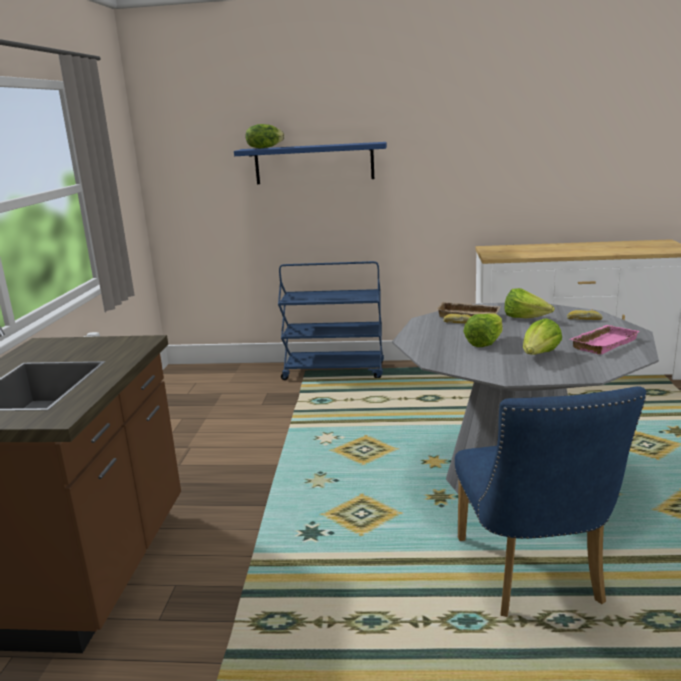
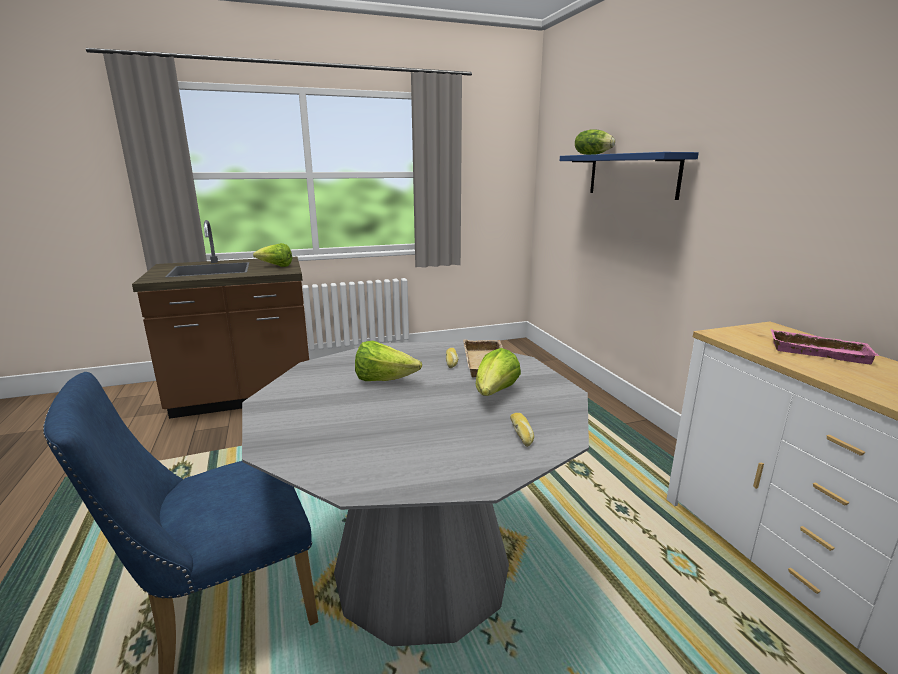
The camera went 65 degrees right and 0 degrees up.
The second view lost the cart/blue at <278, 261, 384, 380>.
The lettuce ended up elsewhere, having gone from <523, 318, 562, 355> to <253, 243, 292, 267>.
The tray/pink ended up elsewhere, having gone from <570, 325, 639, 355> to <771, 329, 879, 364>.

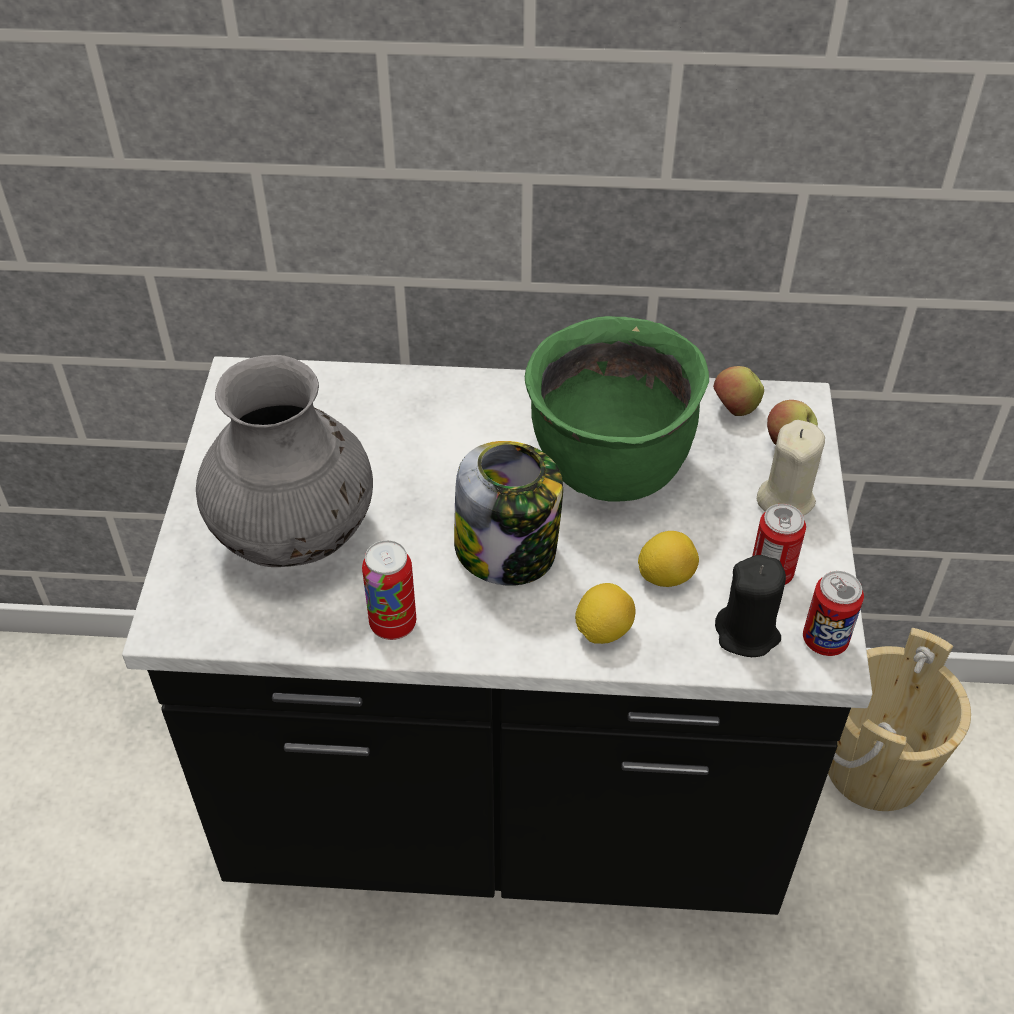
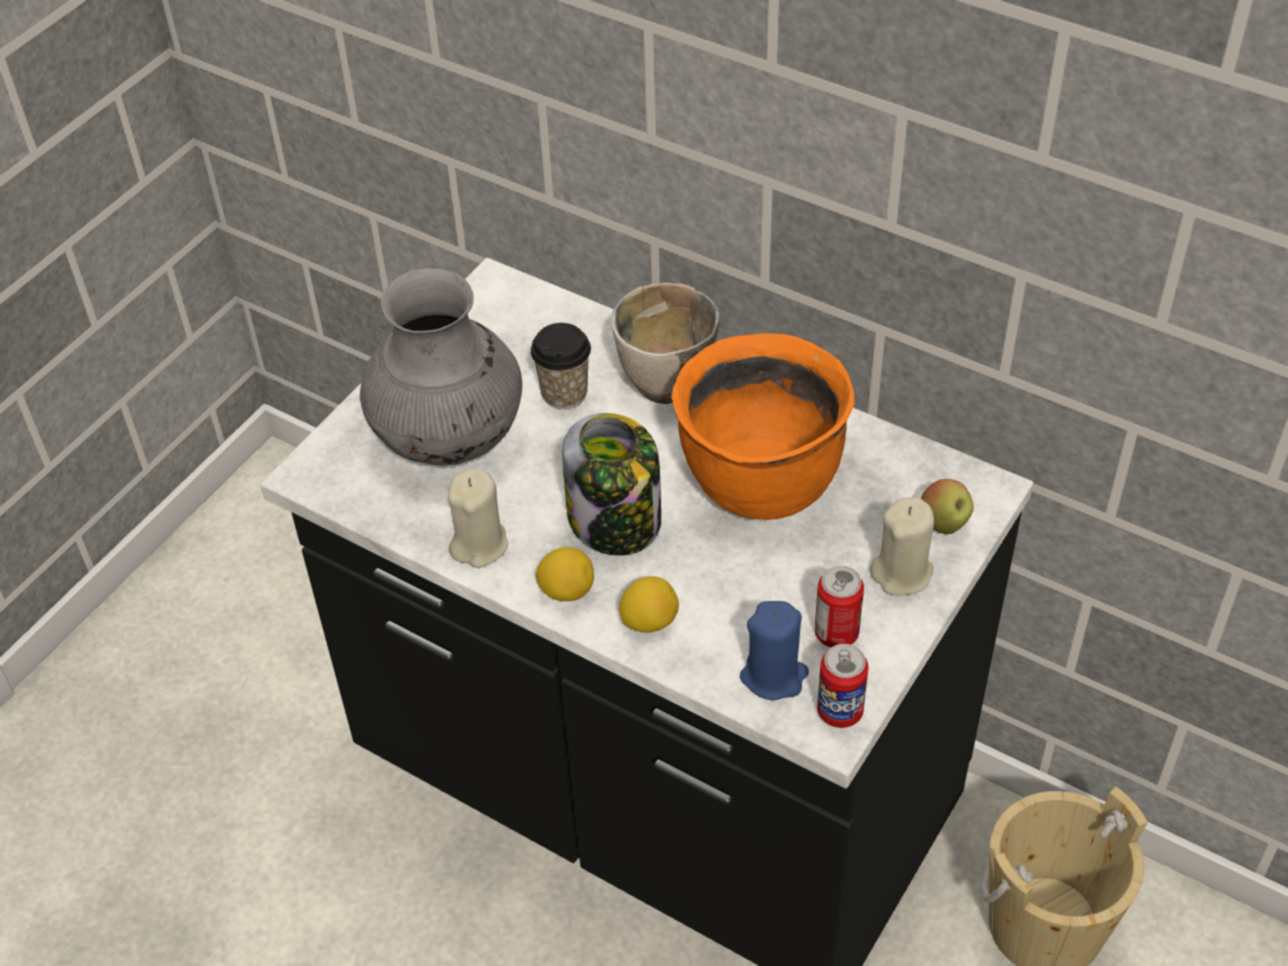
The camera went 30 degrees right and 0 degrees up.
What was the cooking pot/green at <525, 316, 709, 502> turned into the cooking pot/orange at <671, 333, 855, 520>.
The second view lost the apple at <713, 366, 764, 416>.
The lemon ended up elsewhere, having gone from <638, 531, 699, 587> to <536, 547, 594, 601>.
Where the can stood at <362, 540, 416, 640>, the candle/beige came to stand at <448, 468, 508, 568>.
What was the candle/black at <715, 555, 786, 657> turned into the candle/blue at <740, 601, 809, 701>.
The second view gained the bowl at <612, 282, 720, 404>.
The second view gained the cup at <531, 323, 591, 409>.

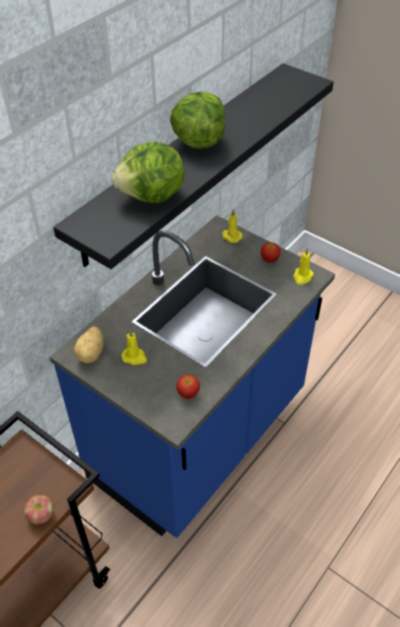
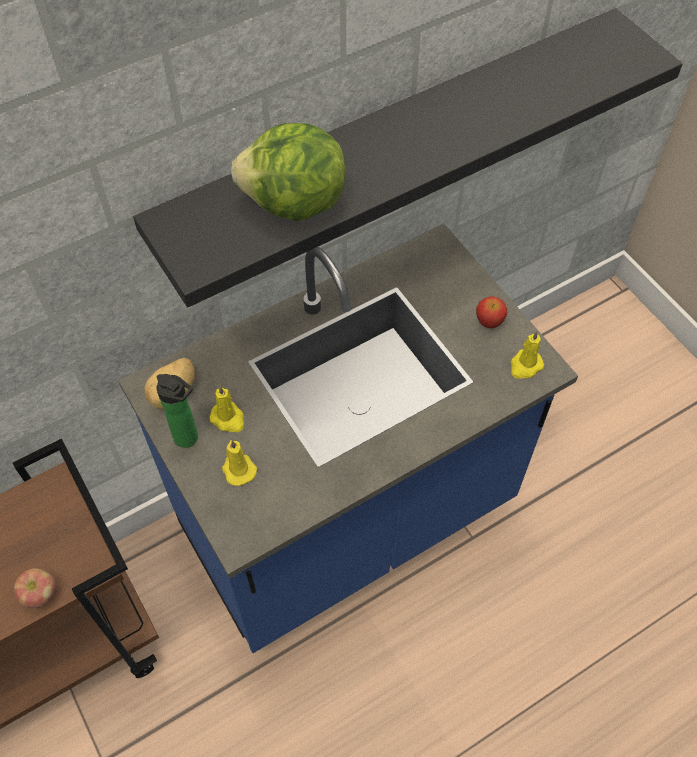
The camera went 20 degrees right and 10 degrees up.
The second view lost the lettuce at <170, 92, 225, 149>.
The candle/yellow ended up elsewhere, having gone from <222, 209, 242, 243> to <222, 440, 257, 486>.
The second view lost the apple at <176, 375, 200, 399>.
The second view gained the bottle at <156, 374, 198, 448>.

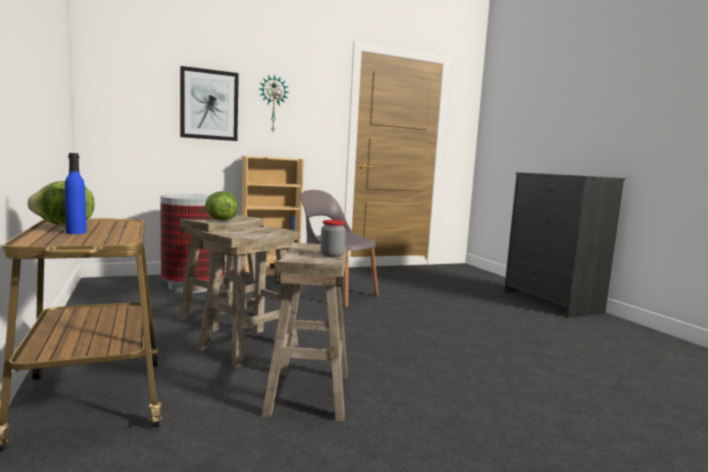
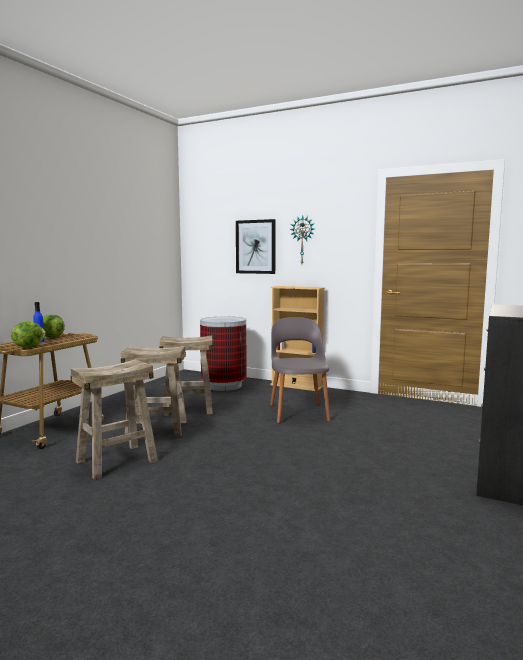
The camera went 50 degrees right and 0 degrees up.
The lettuce ended up elsewhere, having gone from <205, 191, 238, 220> to <11, 322, 46, 348>.
The second view lost the jar at <320, 220, 346, 258>.

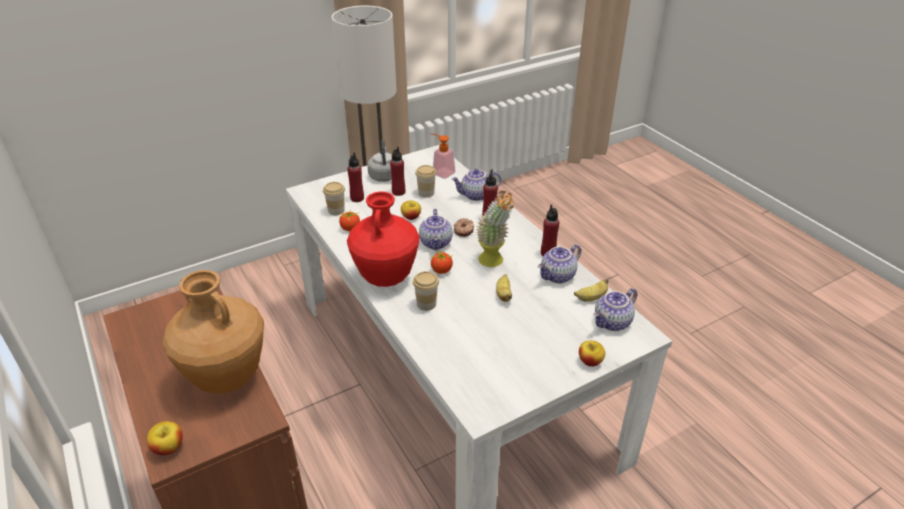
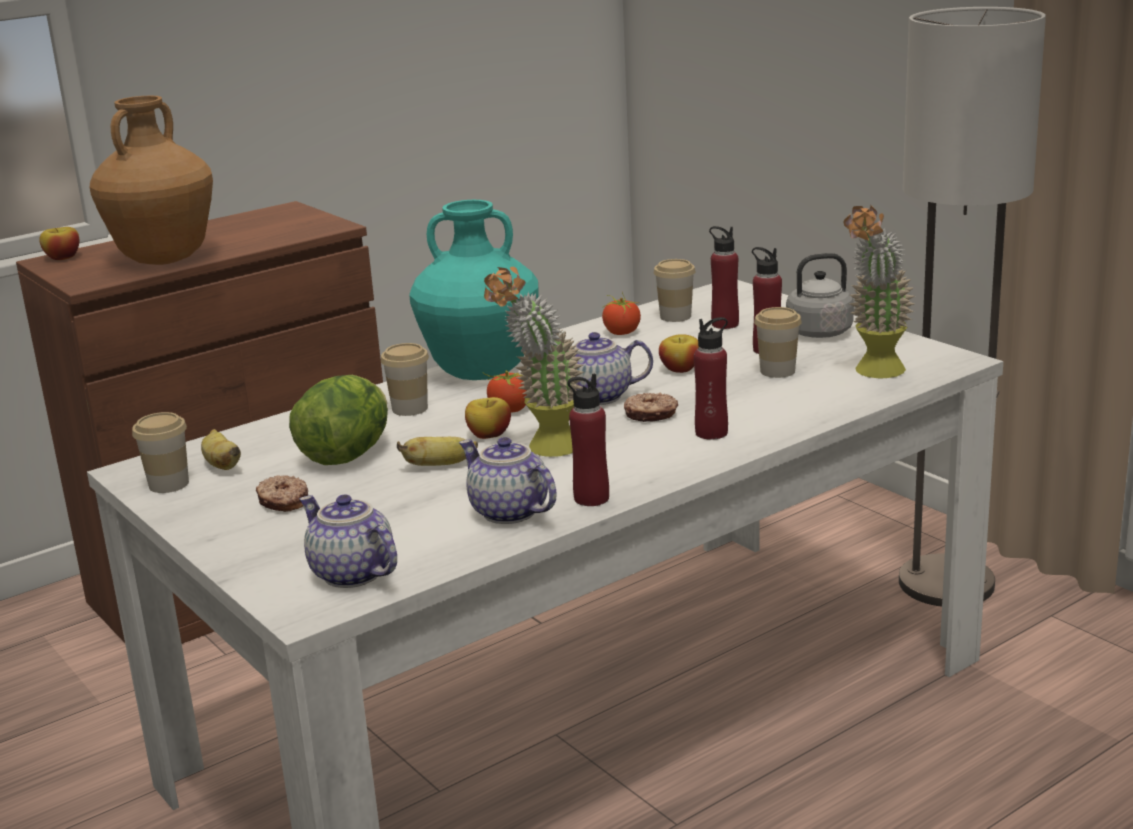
The camera went 85 degrees right and 15 degrees down.
Where the soap dispenser stood at <430, 133, 456, 179>, the potted plant came to stand at <844, 204, 915, 378>.
The second view lost the teapot at <451, 169, 501, 201>.
What was the vase/red at <347, 191, 420, 287> turned into the vase/turquoise at <409, 200, 538, 380>.
The banana ended up elsewhere, having gone from <574, 279, 609, 302> to <201, 429, 241, 470>.
The apple ended up elsewhere, having gone from <579, 341, 605, 367> to <465, 397, 511, 439>.
The second view gained the lettuce at <289, 375, 388, 465>.
The second view gained the cup at <132, 412, 189, 493>.
The second view gained the donut at <256, 475, 308, 512>.

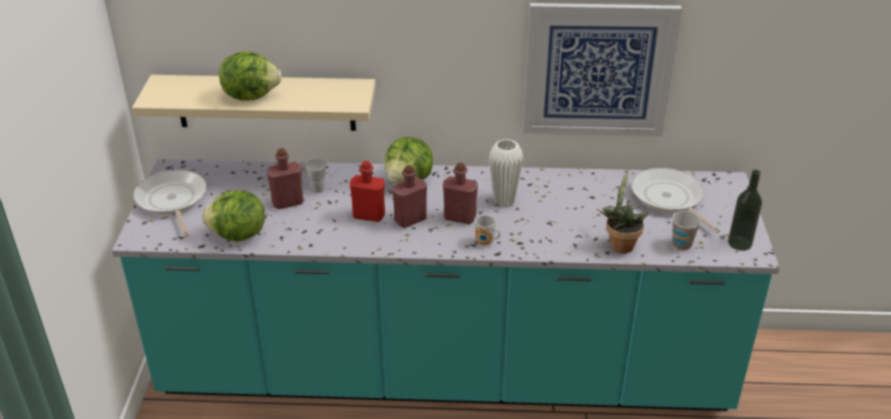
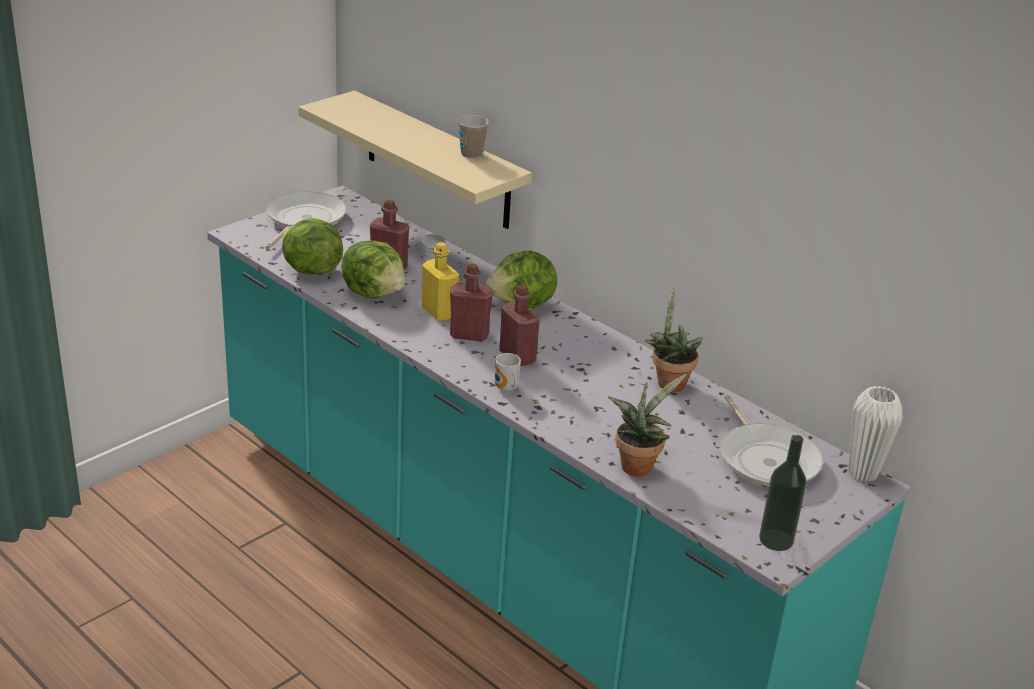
The camera went 40 degrees right and 5 degrees down.
The second view lost the picture at <523, 3, 682, 137>.
The lettuce ended up elsewhere, having gone from <219, 51, 282, 101> to <341, 240, 405, 298>.
The vase/white ended up elsewhere, having gone from <489, 139, 523, 207> to <848, 386, 902, 482>.
What was the bottle/red at <350, 161, 385, 222> turned into the bottle/yellow at <422, 242, 459, 321>.
The frying pan at <631, 168, 720, 233> ended up facing another way, 150 degrees clockwise from before.
The cup ended up elsewhere, having gone from <672, 211, 701, 250> to <458, 115, 489, 159>.
The second view gained the potted plant at <645, 288, 703, 392>.

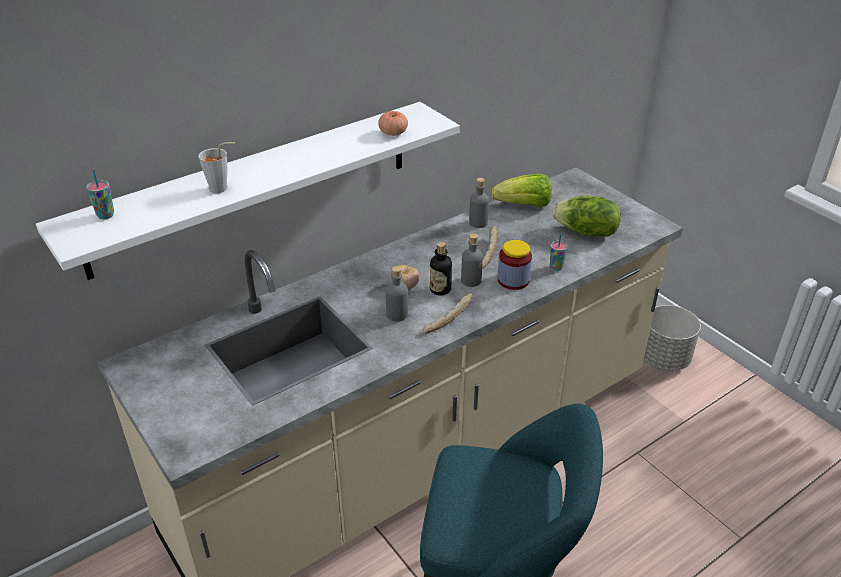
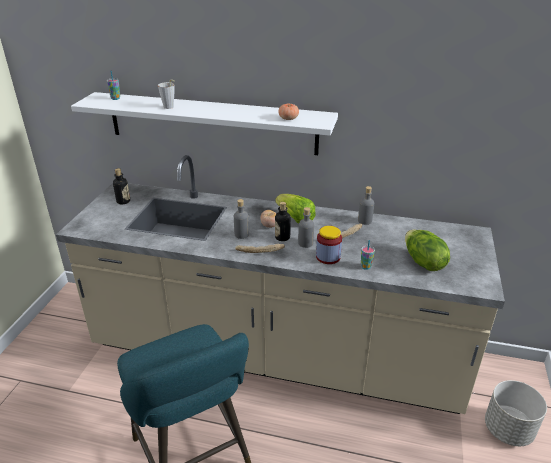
The camera went 50 degrees right and 5 degrees down.
The lettuce ended up elsewhere, having gone from <492, 173, 552, 207> to <275, 194, 316, 223>.
The second view gained the bottle at <113, 168, 130, 204>.

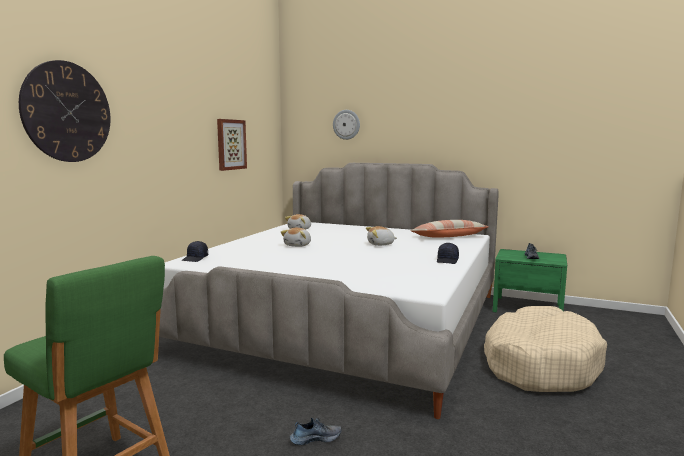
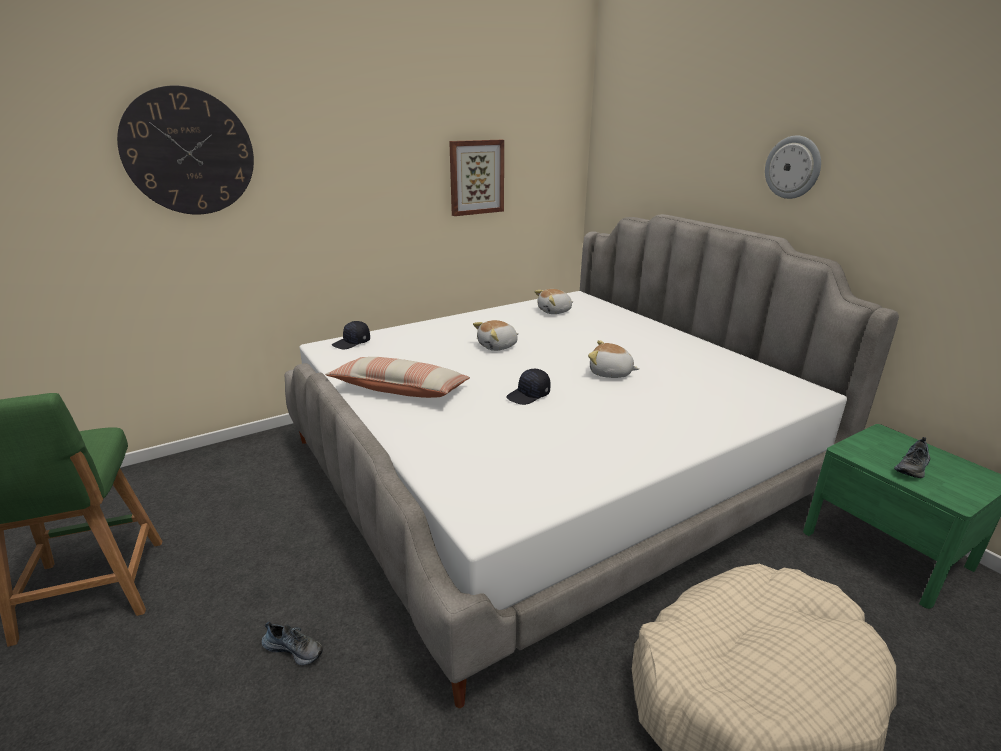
The camera went 35 degrees right and 15 degrees up.
The wall clock ended up elsewhere, having gone from <333, 110, 360, 140> to <765, 135, 821, 199>.
The pillow ended up elsewhere, having gone from <410, 220, 489, 238> to <325, 357, 470, 398>.
The cap/black ended up elsewhere, having gone from <437, 243, 459, 264> to <506, 369, 551, 405>.

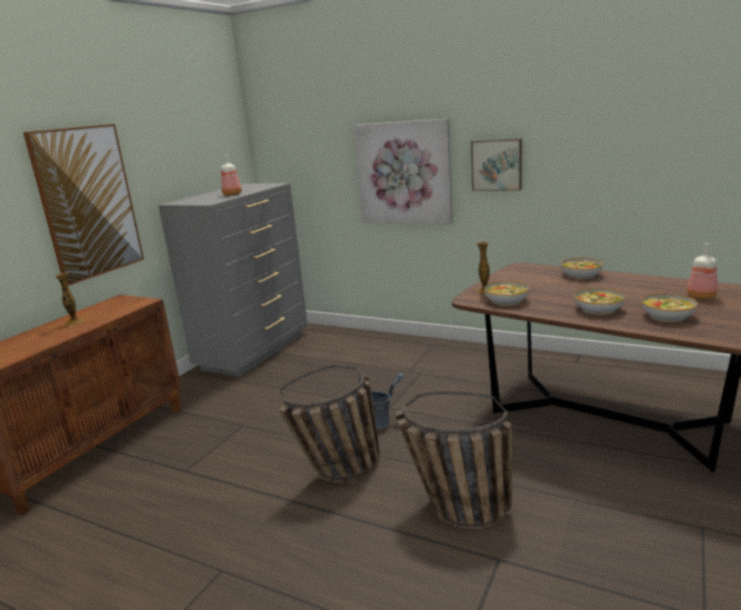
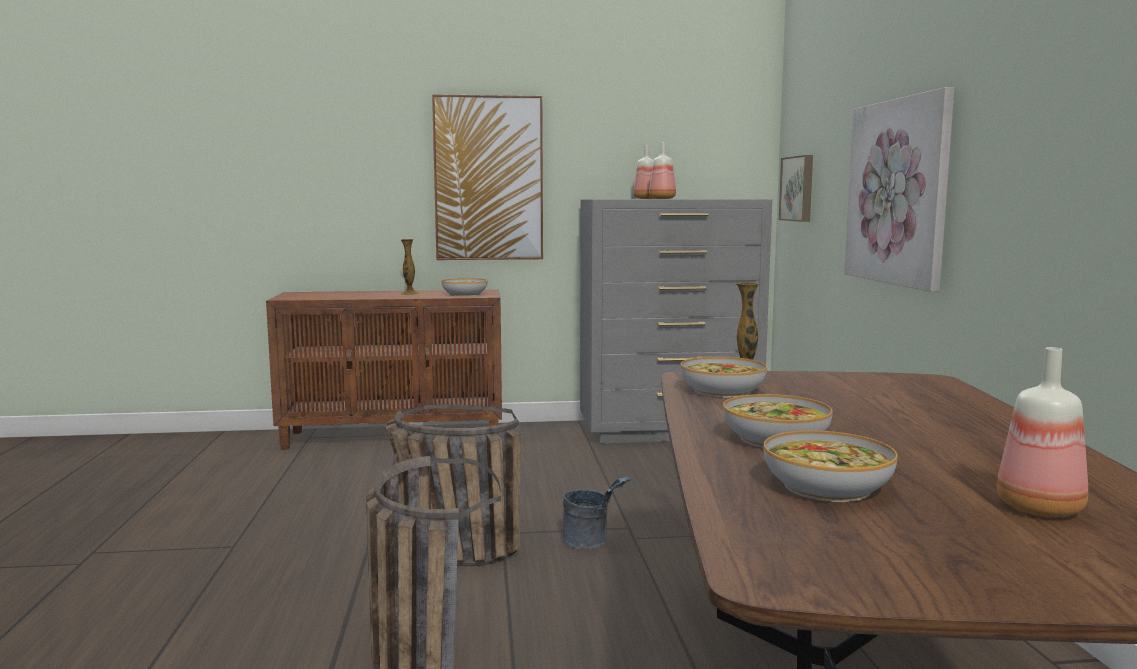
The camera went 55 degrees right and 10 degrees down.
The picture ended up elsewhere, having gone from <471, 139, 522, 191> to <779, 155, 813, 222>.
The bowl ended up elsewhere, having gone from <561, 258, 603, 279> to <442, 278, 488, 297>.
The second view gained the bottle at <633, 145, 654, 199>.

